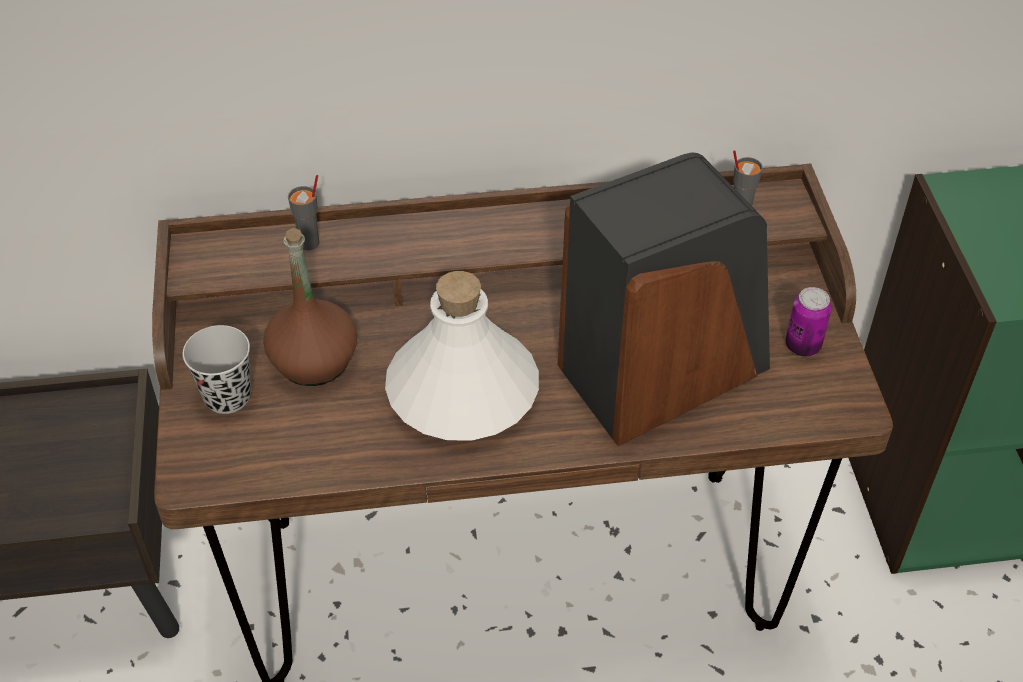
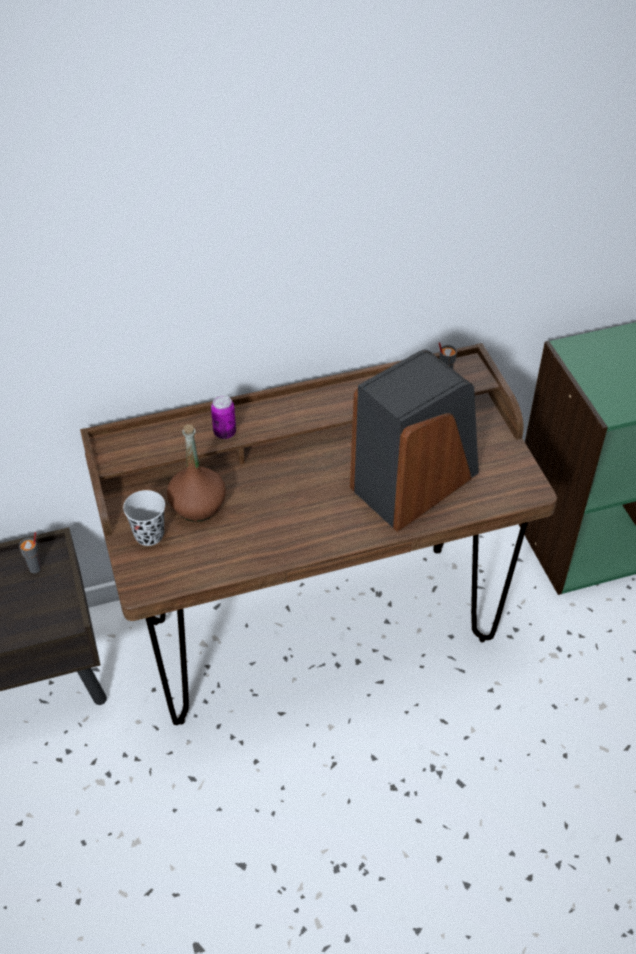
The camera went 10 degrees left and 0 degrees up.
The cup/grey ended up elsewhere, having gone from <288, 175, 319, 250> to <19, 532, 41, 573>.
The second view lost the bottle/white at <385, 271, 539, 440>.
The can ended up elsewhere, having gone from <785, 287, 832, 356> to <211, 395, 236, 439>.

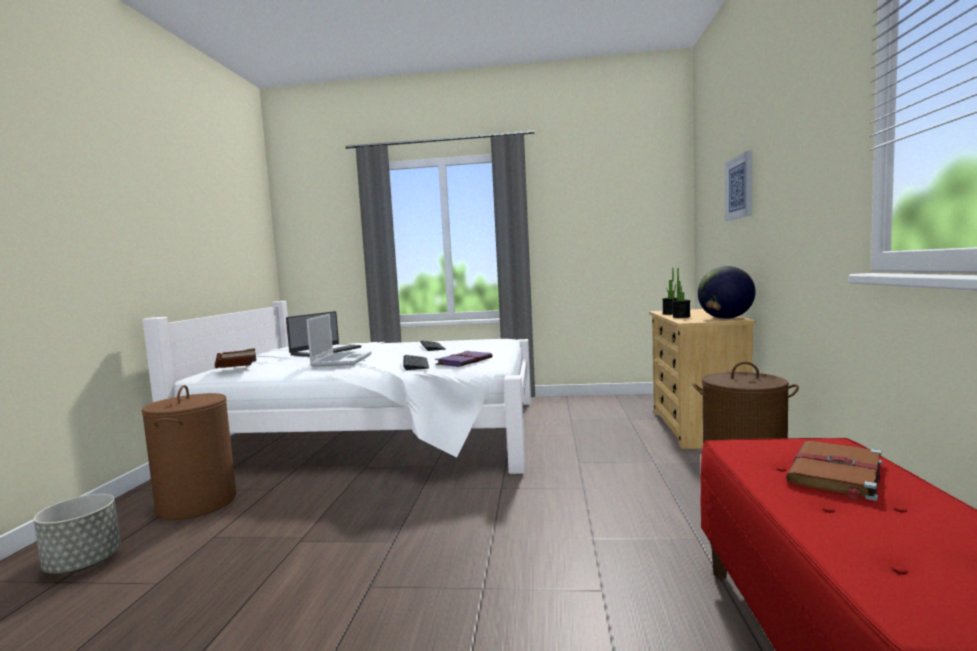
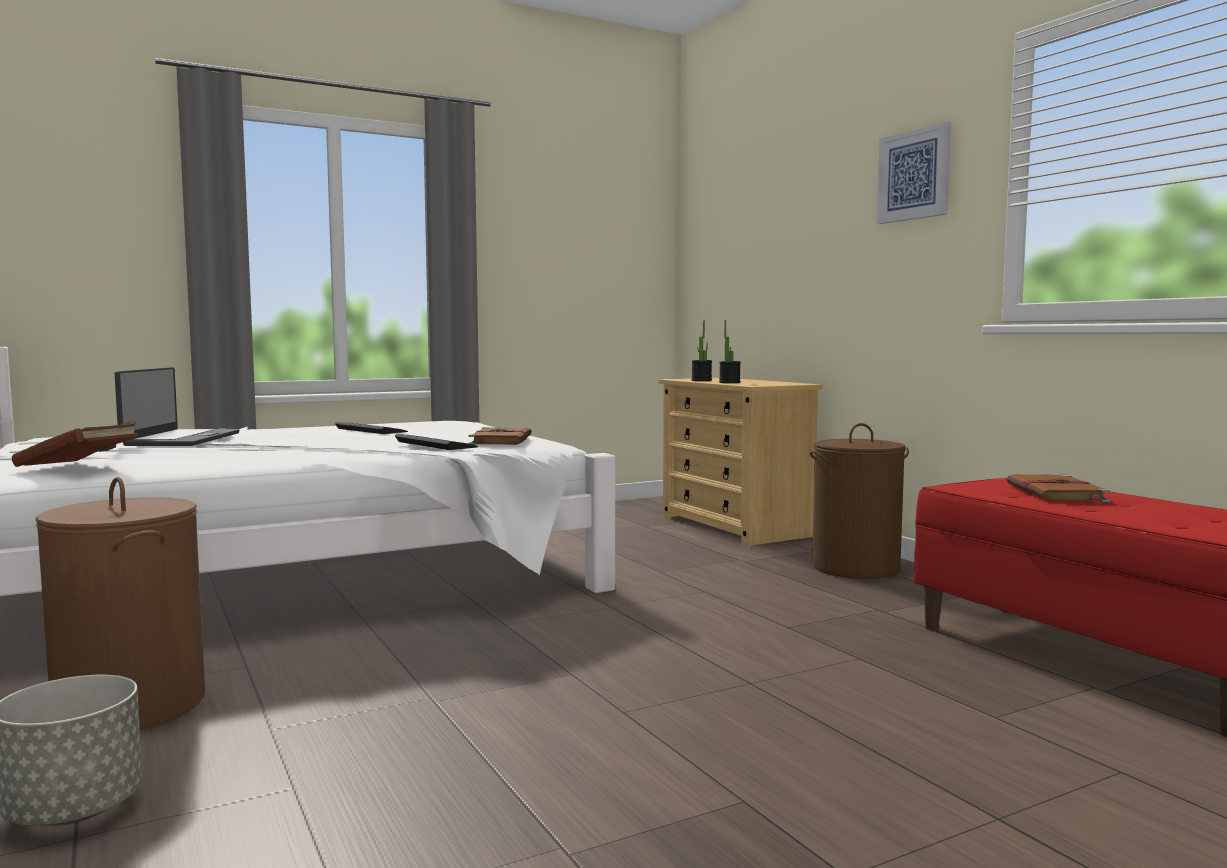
The camera went 35 degrees left and 0 degrees up.
The picture ended up elsewhere, having gone from <725, 150, 752, 221> to <877, 122, 951, 224>.
The second view lost the globe at <698, 266, 756, 319>.
The second view lost the laptop at <306, 314, 371, 367>.
What was the book/purple at <435, 351, 493, 367> turned into the book/brown at <468, 427, 532, 445>.

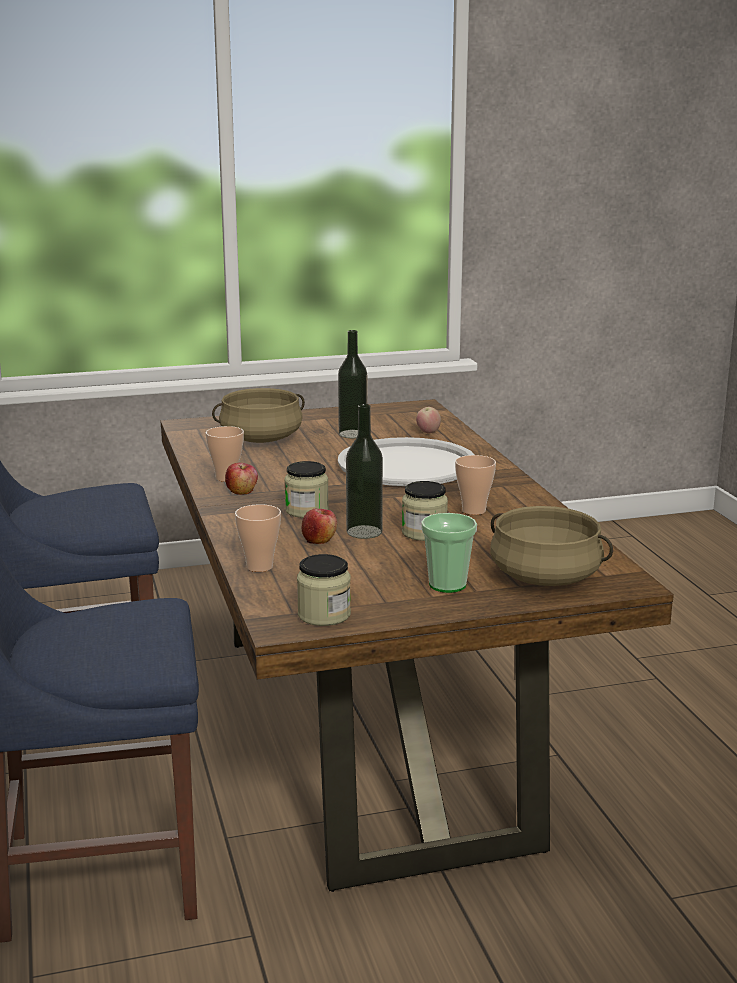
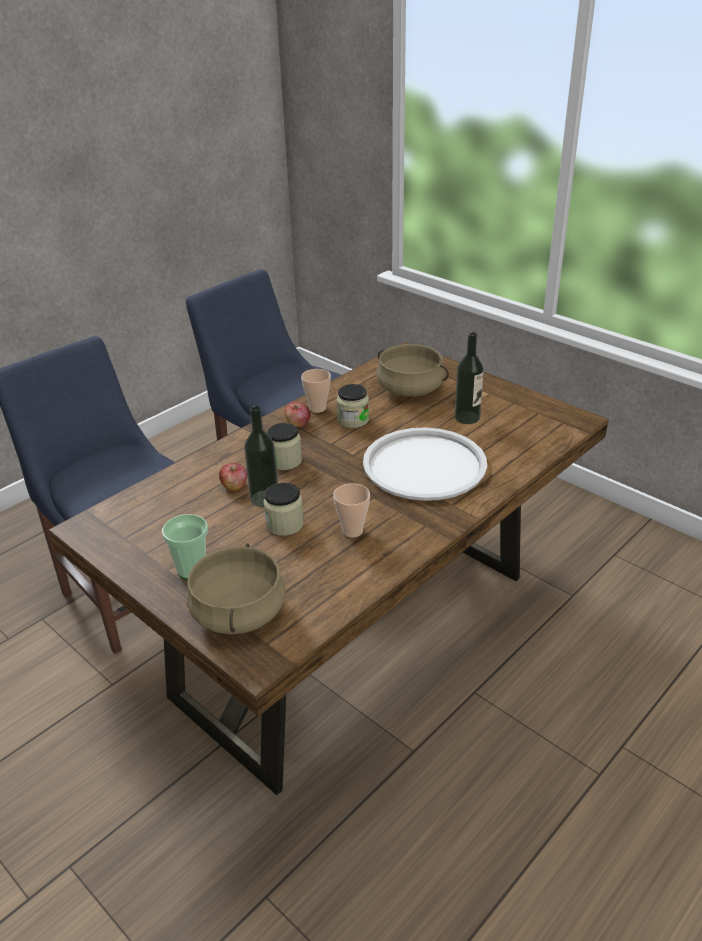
The camera went 60 degrees right and 15 degrees up.
The second view lost the apple at <416, 407, 441, 434>.
The second view lost the cup at <235, 504, 281, 572>.
The jar ended up elsewhere, having gone from <297, 554, 351, 626> to <336, 384, 369, 428>.

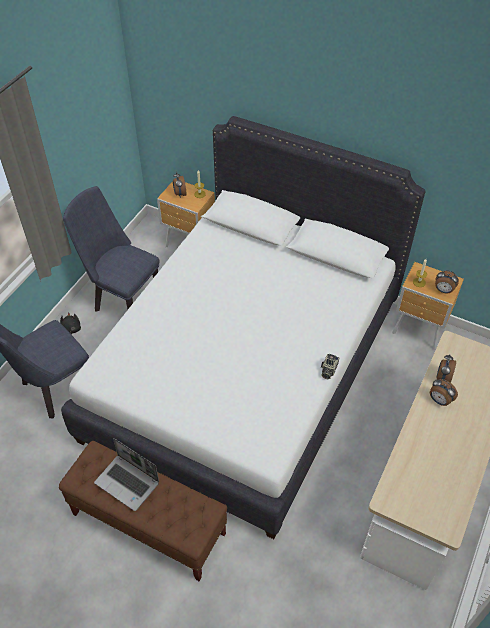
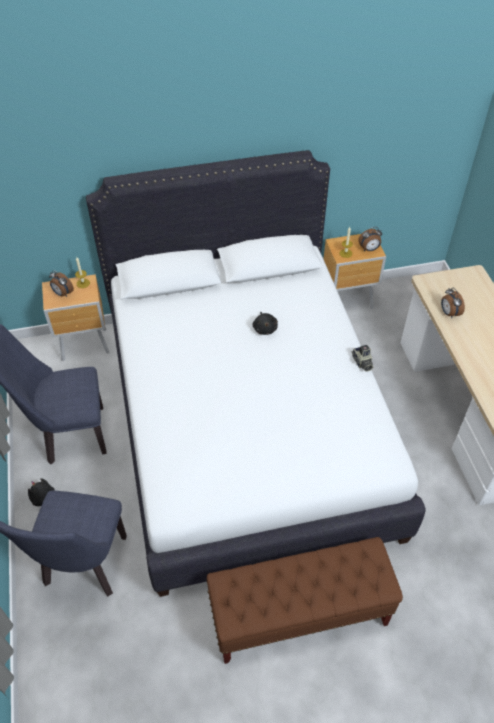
The camera went 40 degrees left and 0 degrees up.
The second view lost the alarm clock at <430, 379, 458, 406>.
The second view lost the laptop at <94, 438, 159, 511>.
The second view gained the plush toy/black at <252, 312, 278, 335>.

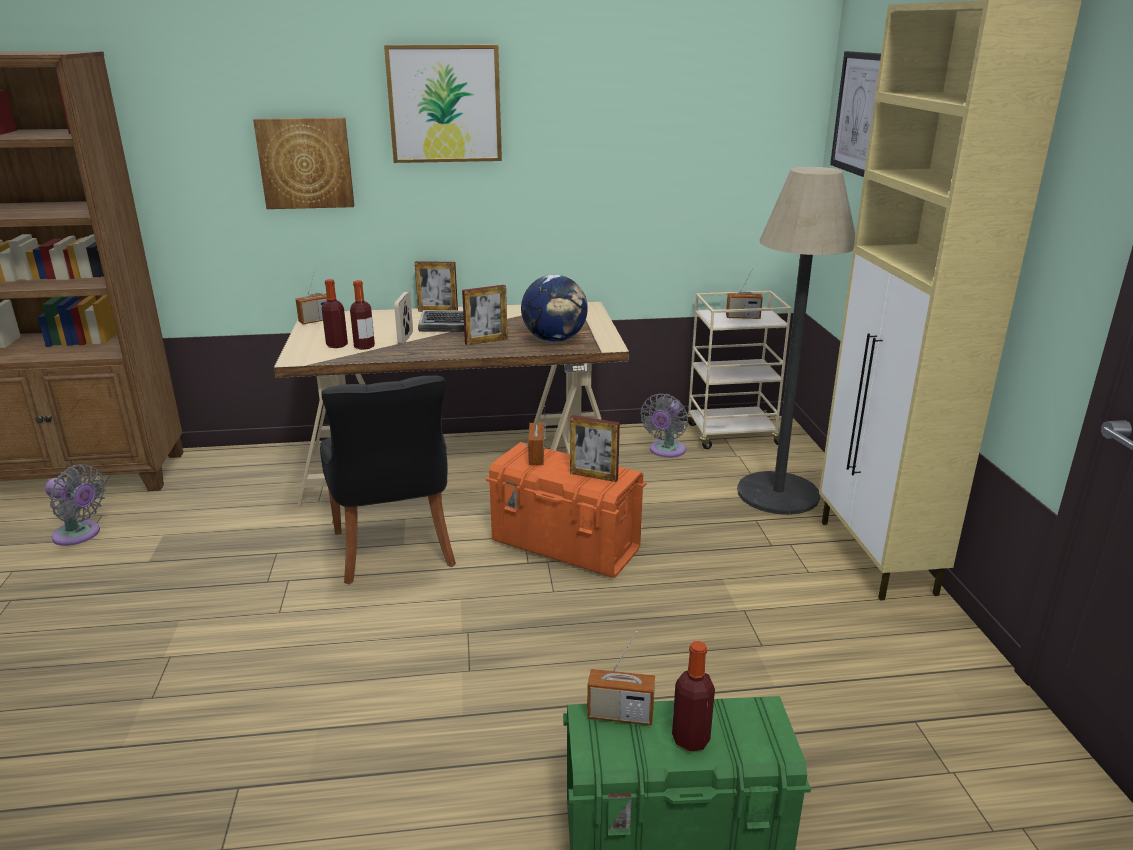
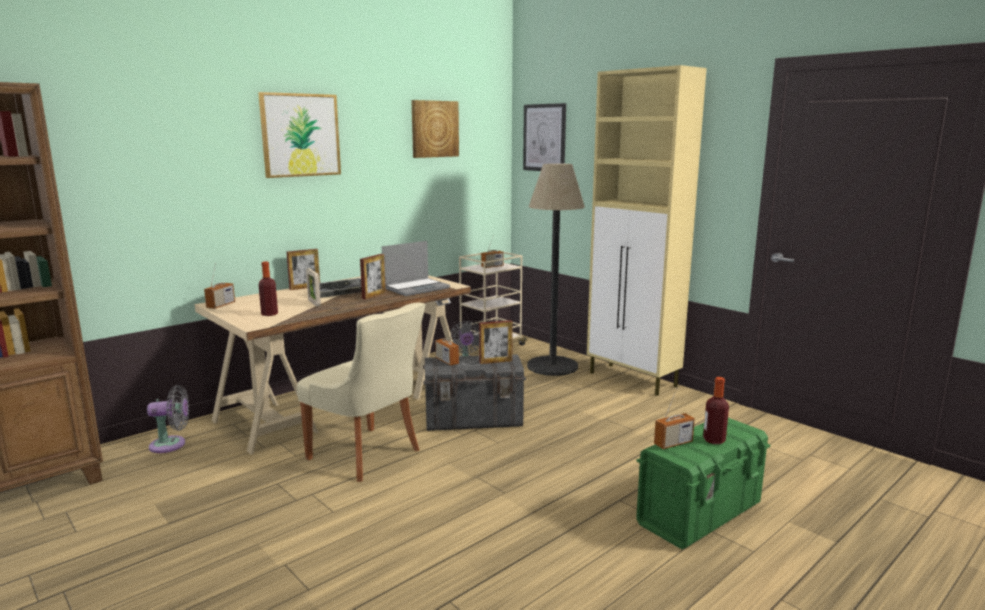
The camera went 35 degrees left and 10 degrees down.
The picture ended up elsewhere, having gone from <253, 118, 355, 209> to <411, 100, 459, 158>.
Where the globe stood at <521, 275, 588, 342>, the laptop came to stand at <382, 241, 450, 296>.
The second view lost the bottle at <350, 280, 375, 350>.
What was the chair/black at <320, 375, 456, 585> turned into the chair/beige at <297, 302, 425, 482>.
What was the storage box/orange at <486, 442, 646, 578> turned into the storage box/grey at <423, 354, 526, 431>.
The fan/grey ended up elsewhere, having gone from <45, 464, 106, 546> to <147, 385, 189, 453>.

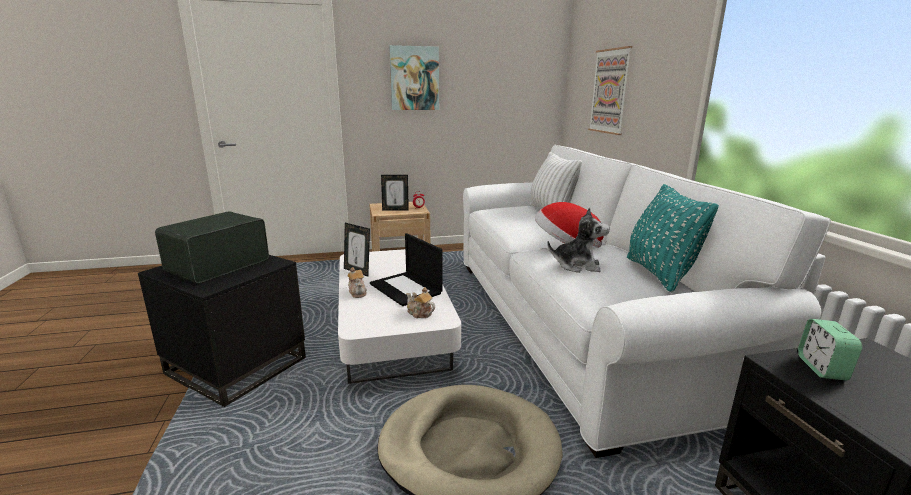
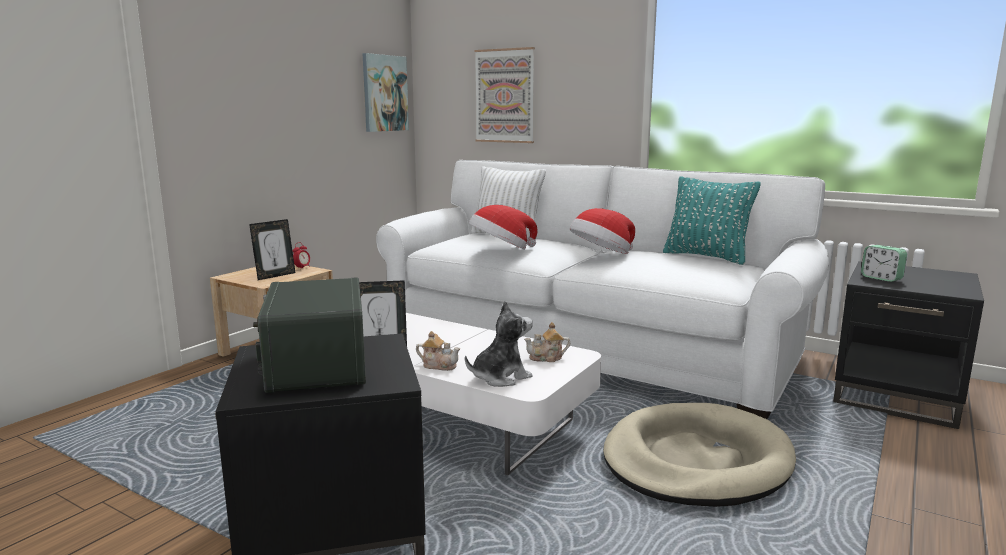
The camera went 45 degrees left and 5 degrees down.
The picture ended up elsewhere, having gone from <389, 45, 439, 110> to <363, 53, 409, 132>.
The plush toy ended up elsewhere, having gone from <547, 207, 610, 273> to <465, 301, 533, 387>.
The second view lost the laptop at <370, 233, 443, 306>.
The second view gained the hat at <469, 205, 537, 250>.

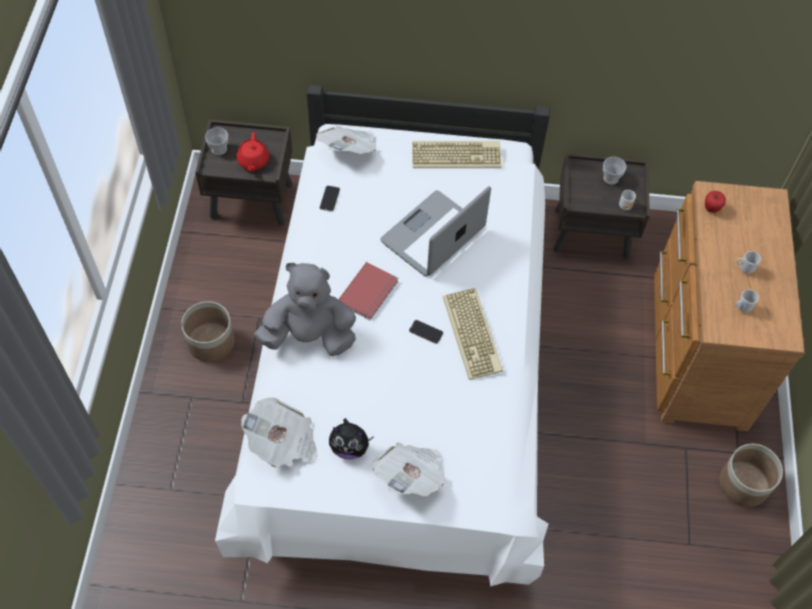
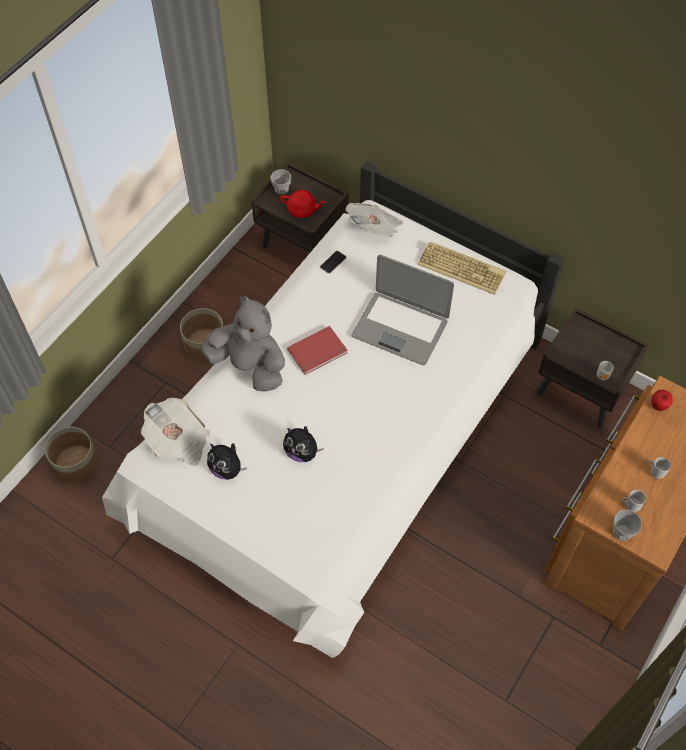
The camera went 30 degrees right and 0 degrees up.
The teapot/red at <237, 132, 269, 172> ended up facing another way, 105 degrees counterclockwise from before.
The cup ended up elsewhere, having gone from <603, 157, 627, 185> to <613, 510, 642, 541>.
The laptop at <380, 186, 491, 277> ended up facing another way, 135 degrees counterclockwise from before.
The second view lost the keyboard at <443, 288, 503, 380>.
The second view lost the phone at <409, 320, 443, 344>.
The second view lost the newspaper at <373, 442, 444, 496>.
The planter ended up elsewhere, having gone from <720, 444, 783, 507> to <45, 427, 99, 484>.
The second view gained the plush toy at <283, 426, 324, 462>.

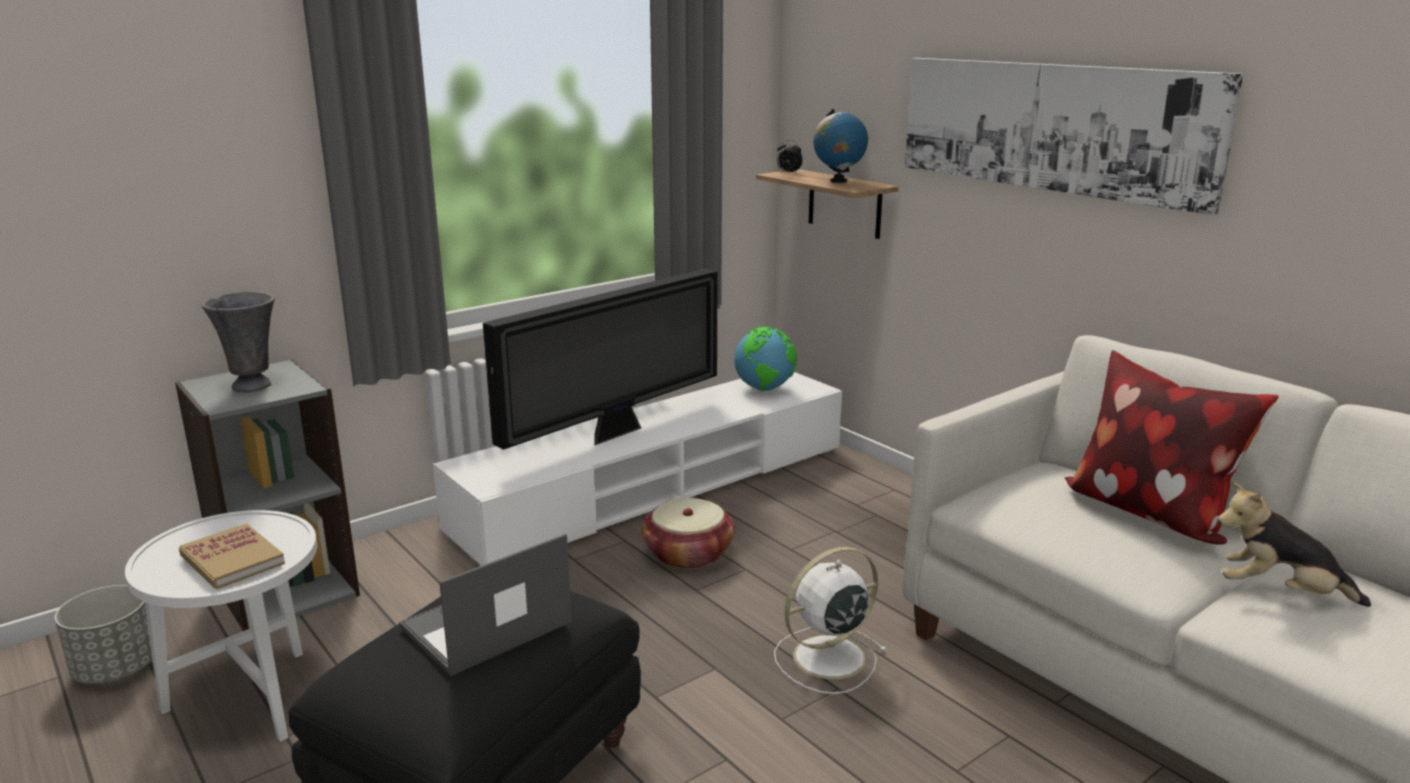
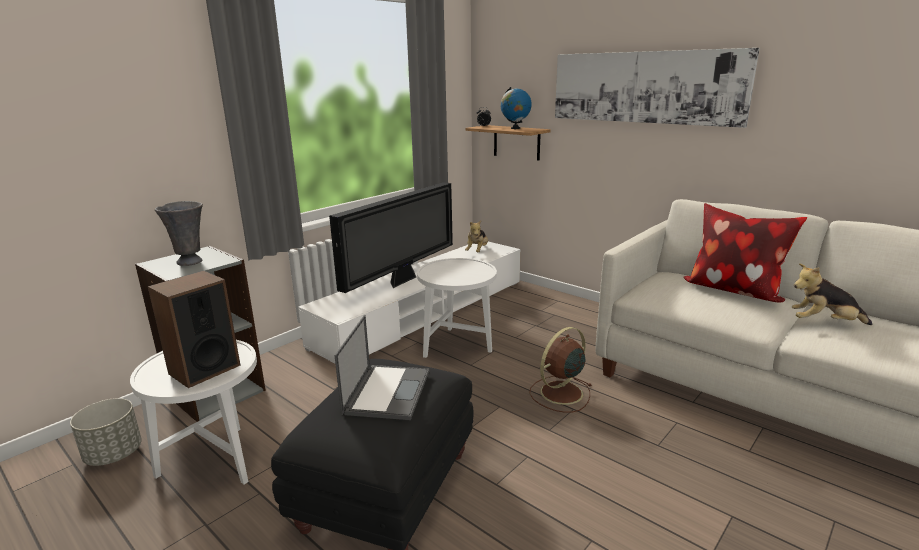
The camera went 10 degrees left and 0 degrees up.
Where the globe stood at <734, 327, 797, 391>, the plush toy came to stand at <465, 220, 488, 252>.
Where the basket stood at <642, 498, 735, 569>, the side table/white came to stand at <417, 258, 497, 358>.
Where the book stood at <179, 523, 285, 589>, the speaker came to stand at <148, 270, 240, 388>.
The laptop at <399, 534, 572, 676> ended up facing another way, 150 degrees clockwise from before.
What was the fan/white at <774, 547, 887, 694> turned into the fan/brown at <529, 327, 591, 413>.

